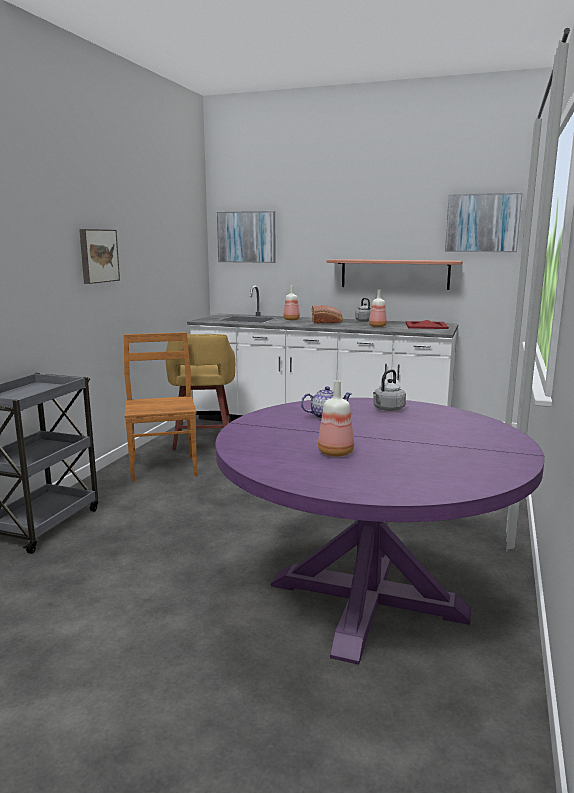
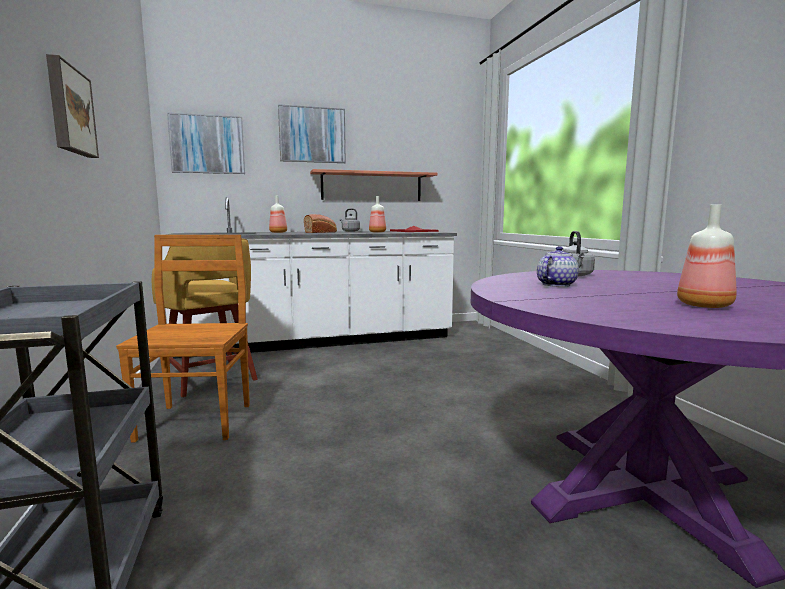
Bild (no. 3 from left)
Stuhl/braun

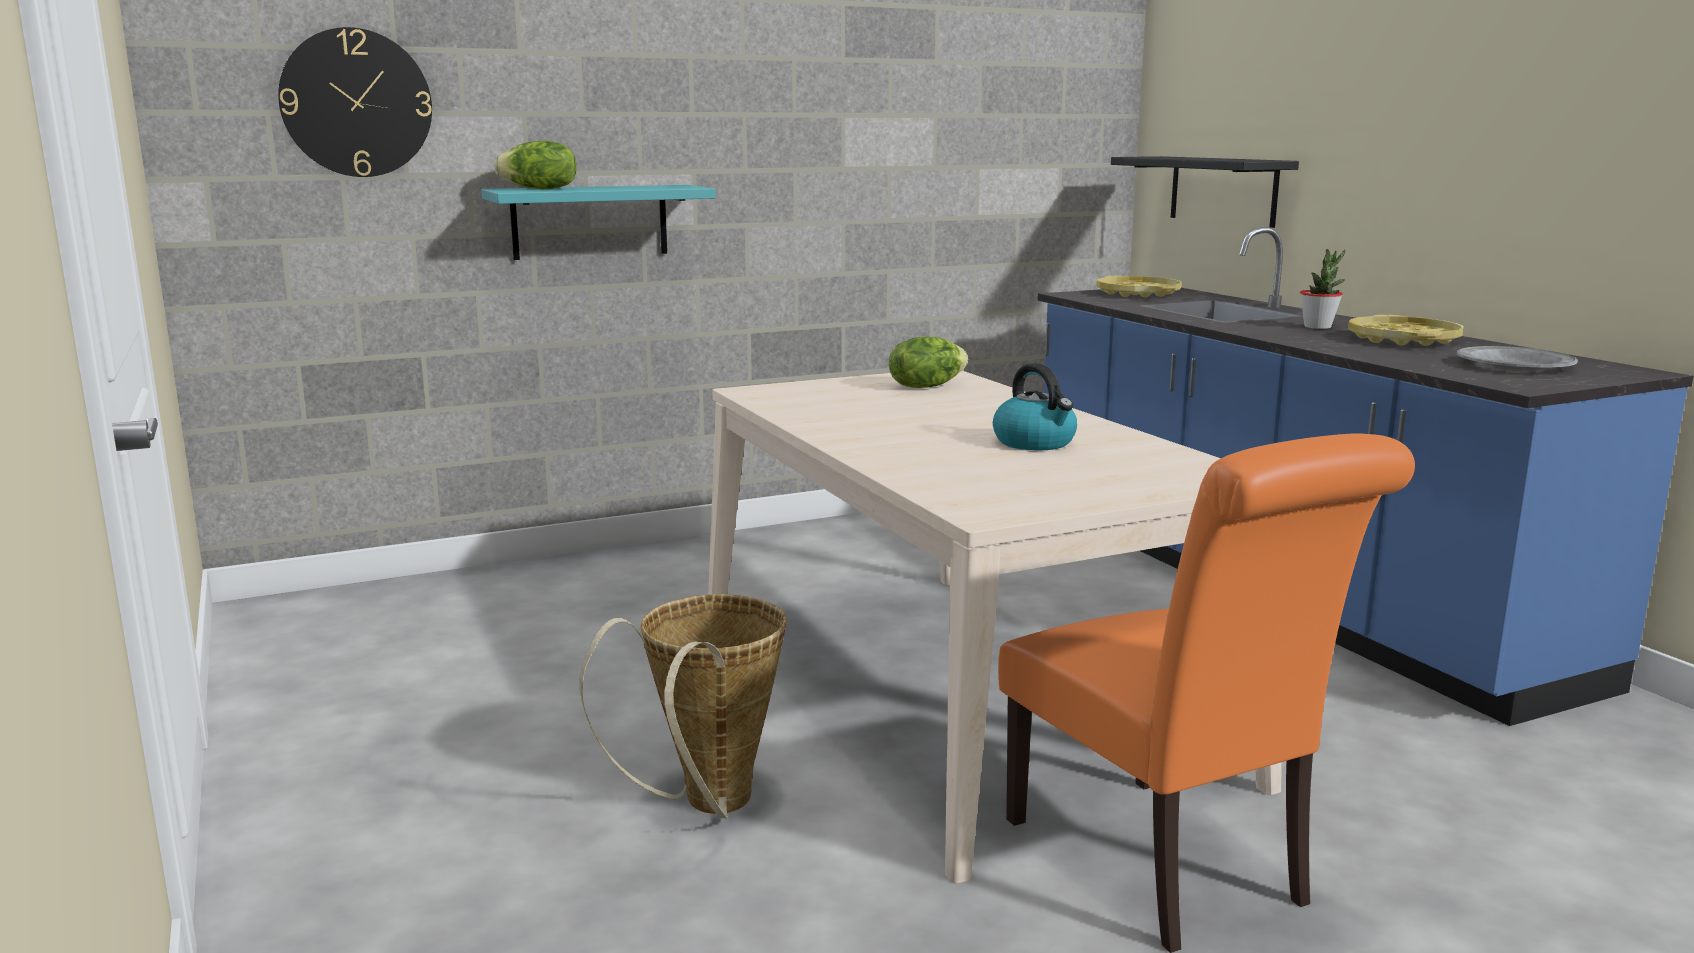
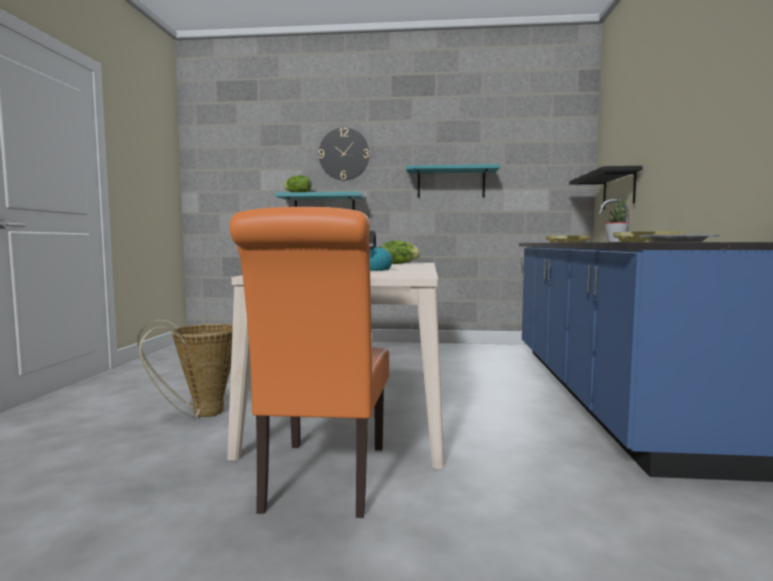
Wandregal/türkis (no. 2 from left)
Wanduhr

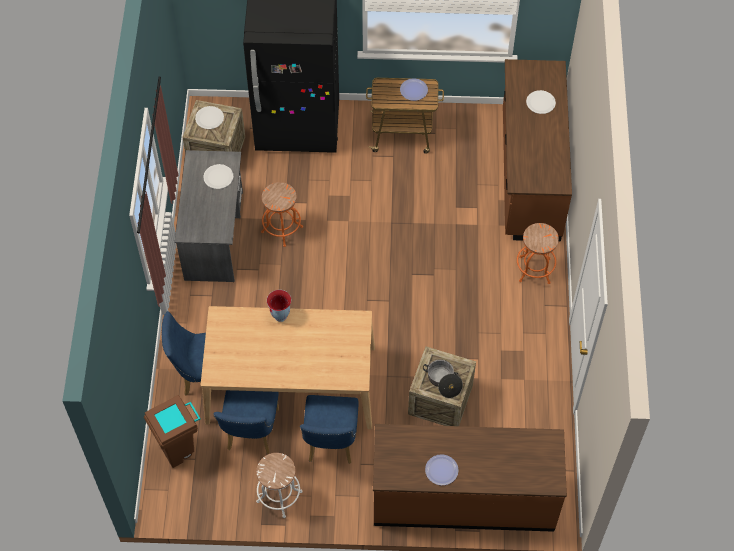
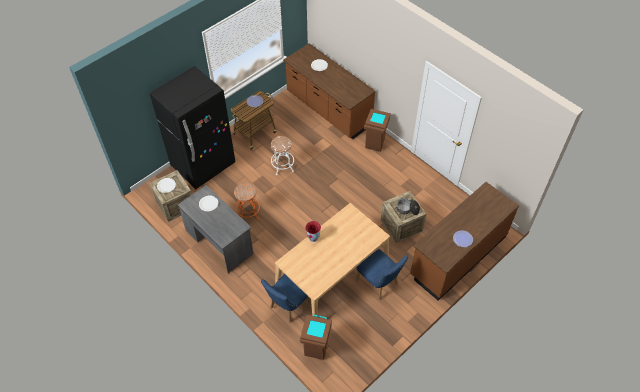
Stuhl/blau (no. 2 from left in the first image)
Hocker/weiß
Mülleimer/braun (no. 2 from left)

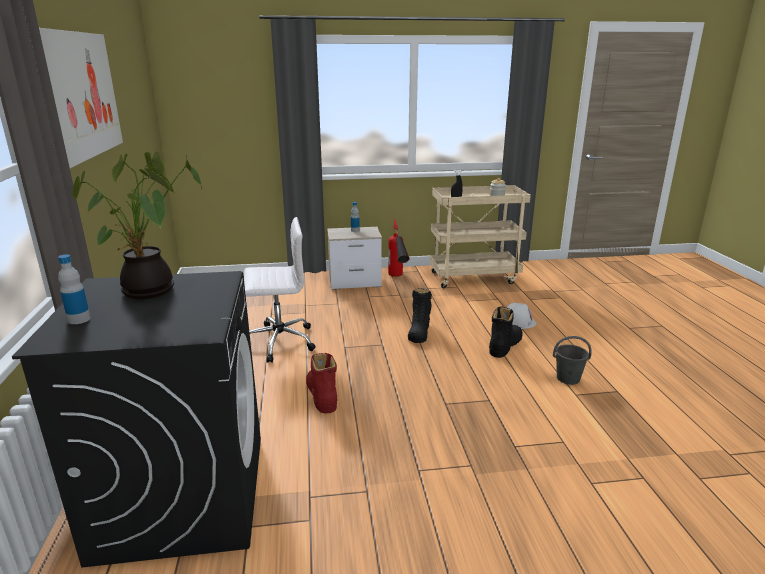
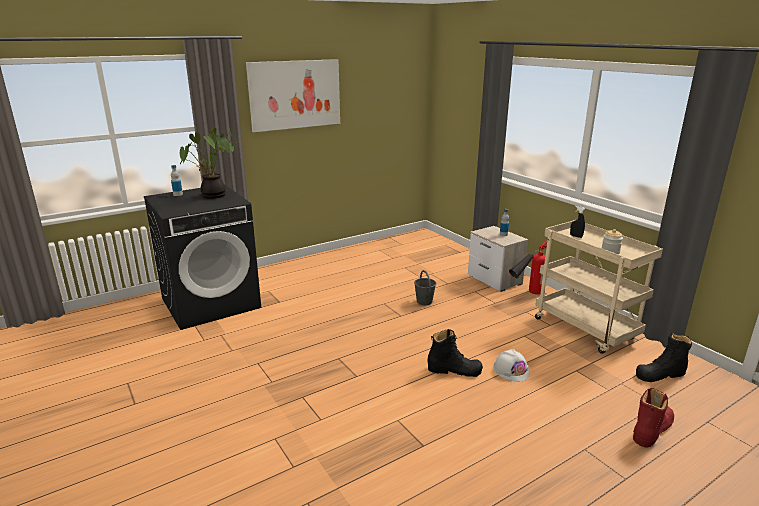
Bürostuhl/weiß
Stiefel/rot
Stiefel/schwarz (no. 2 from left)
Eimer/grau

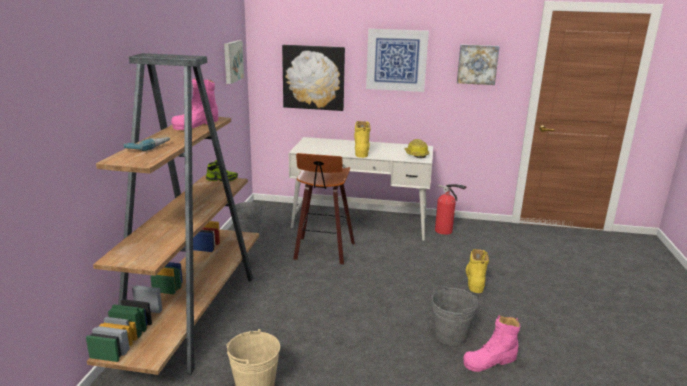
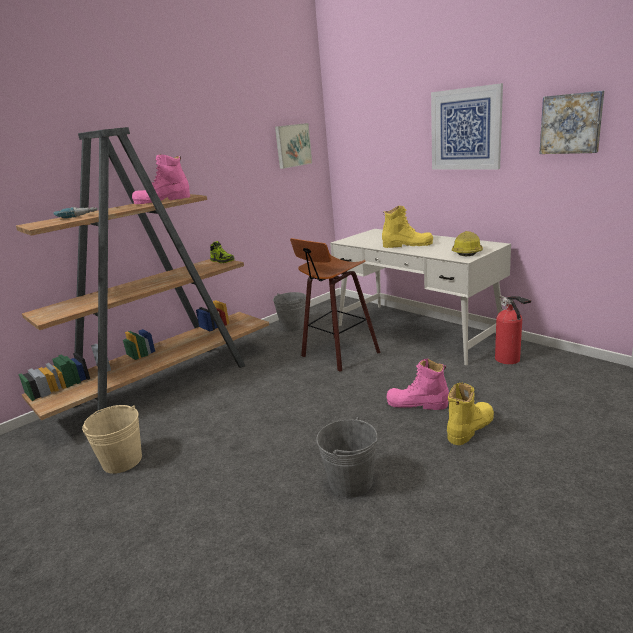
Bild (no. 2 from left in the first image)
Stiefel/rosa (no. 2 from left)
Stiefel/gelb (no. 1 from left)

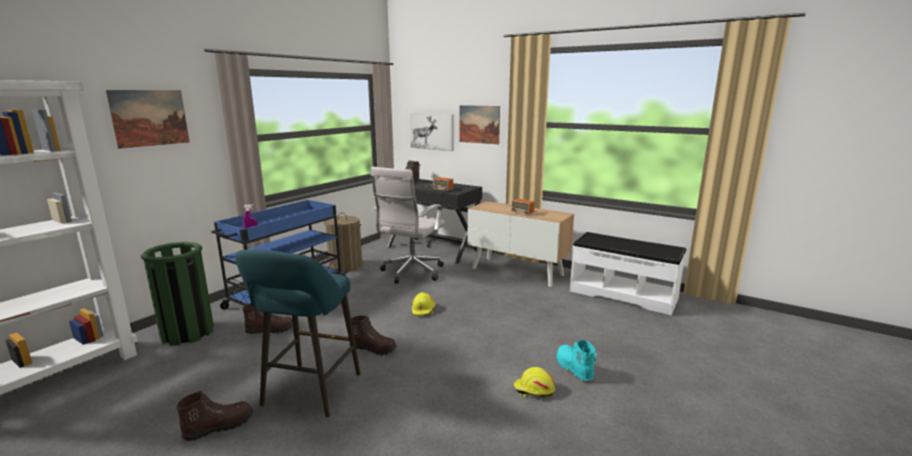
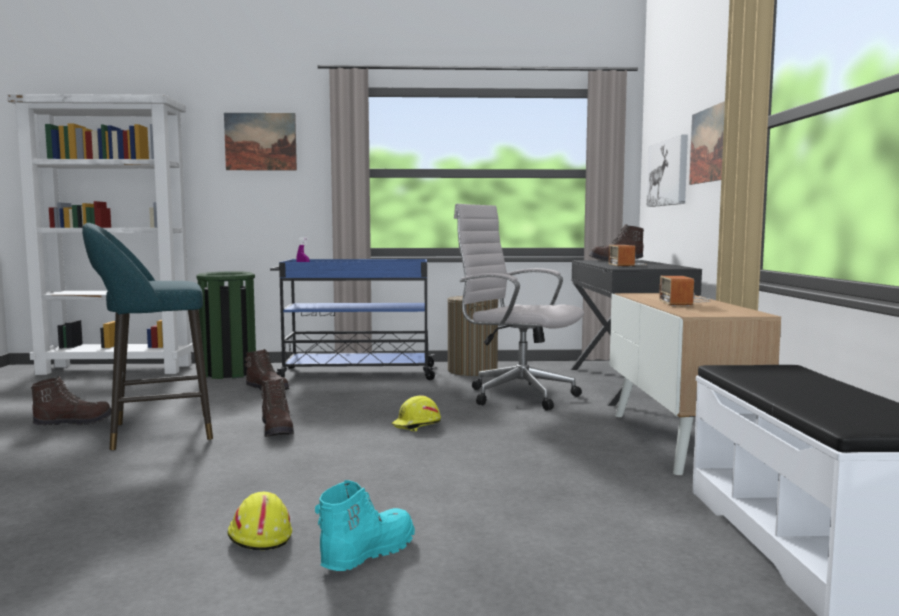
Stiefel/braun (no. 1 from left)
Bürostuhl/weiß

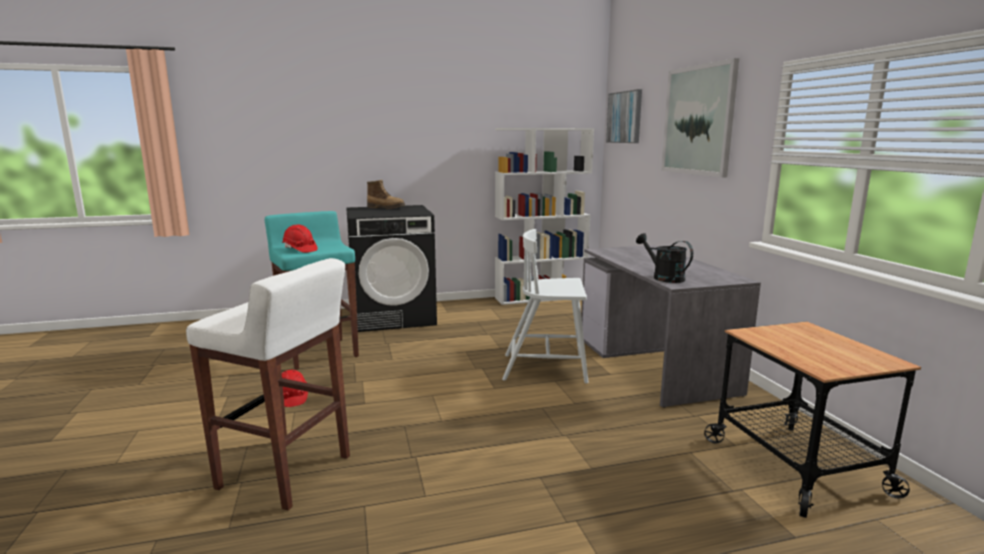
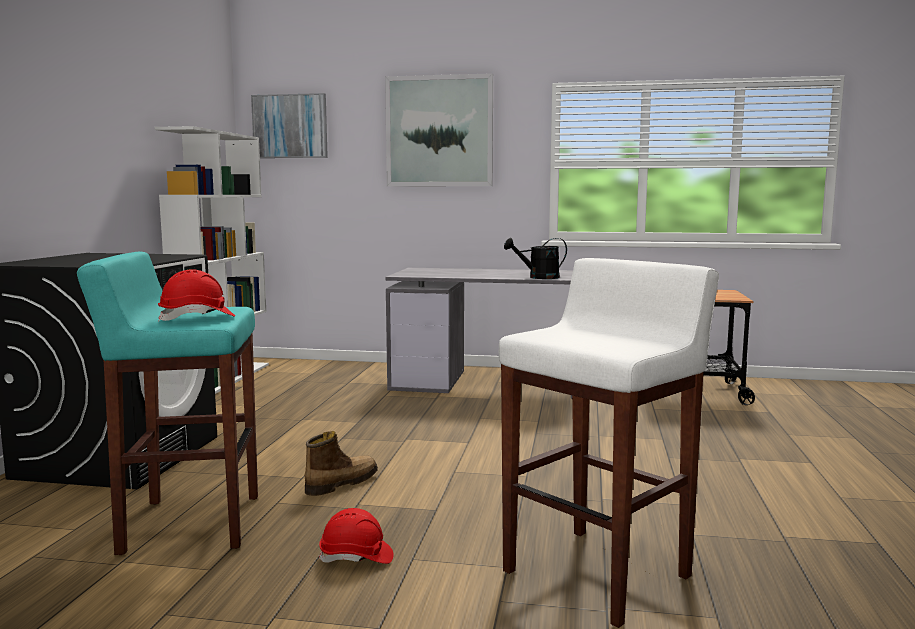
Stuhl/weiß
Stiefel

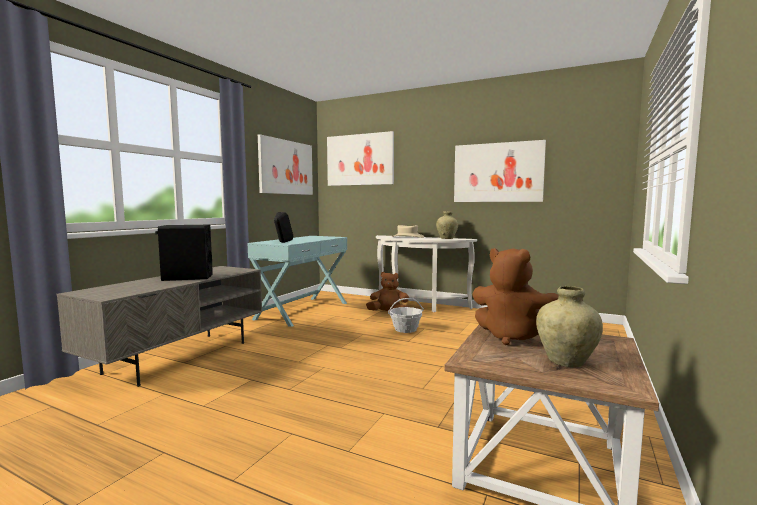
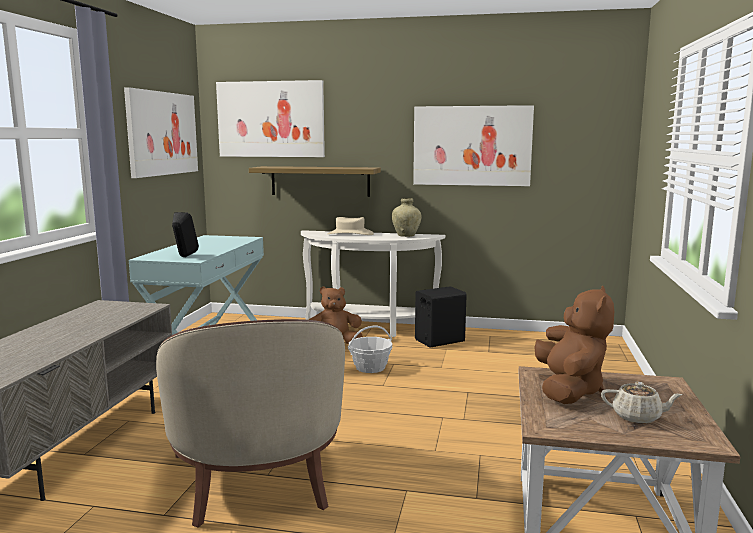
Sessel/beige
Wandregal
Lautsprecher/schwarz (no. 2 from left)
Teekanne/beige
Plüschtier/braun (no. 2 from left)

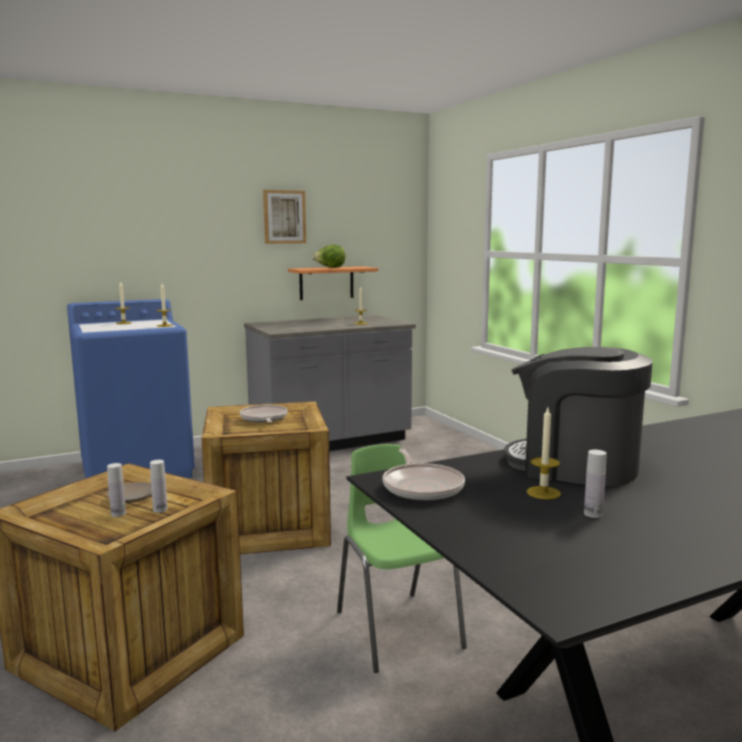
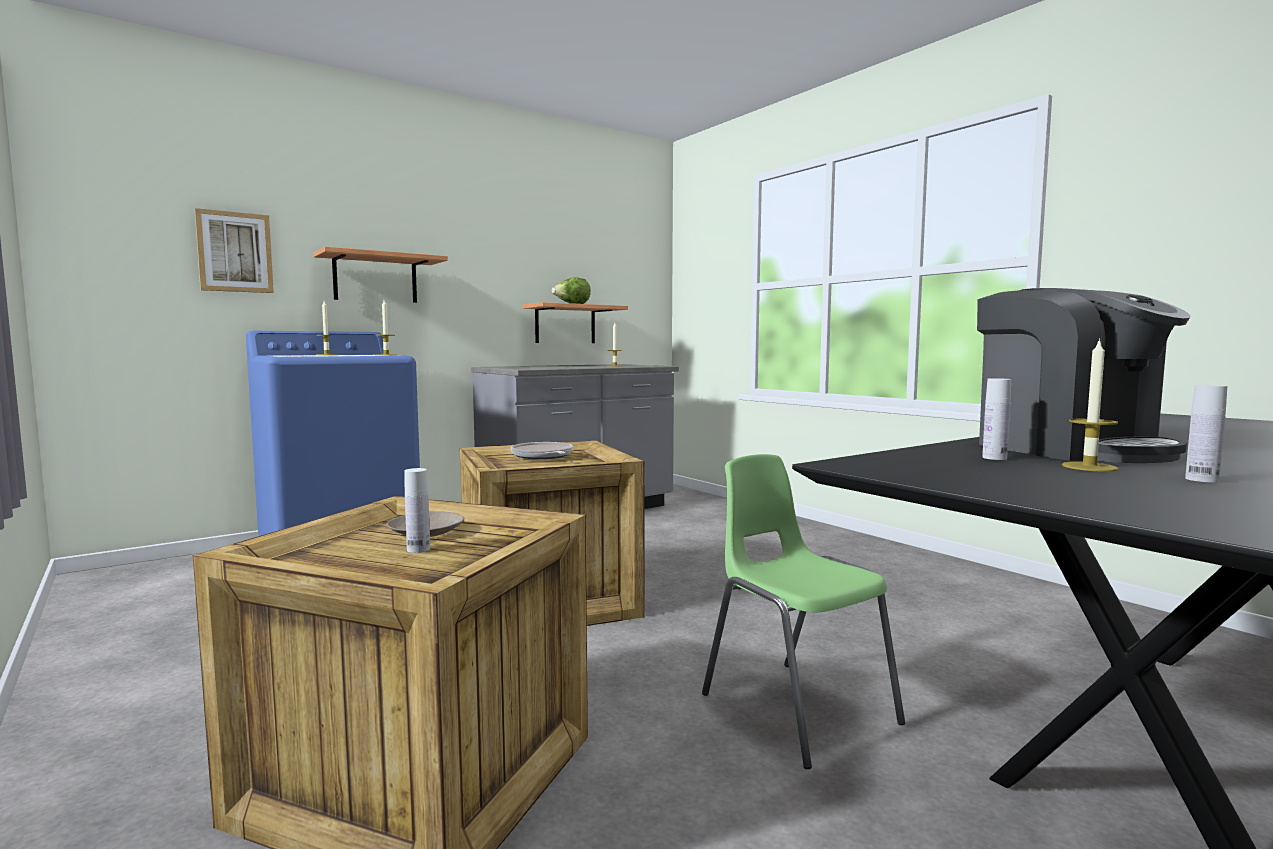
Pfanne (no. 2 from left in the first image)
Wandregal (no. 1 from left)
Flasche/weiß (no. 2 from left)
Bild
Kaffeemaschine

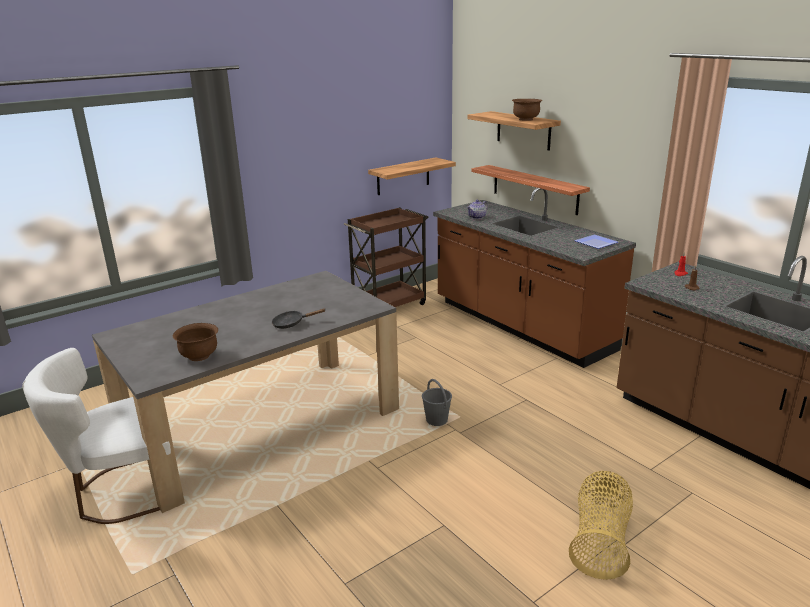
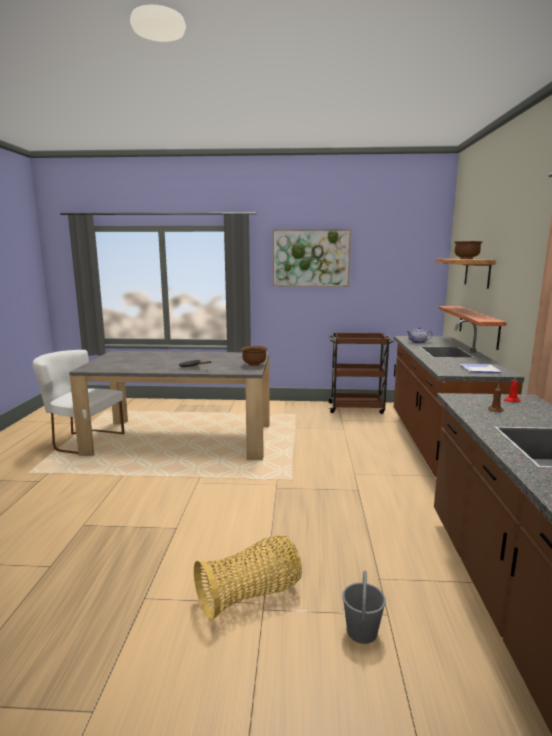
Wandregal (no. 1 from left in the first image)
Bild
Schüssel/braun (no. 1 from left)
Eimer/grau

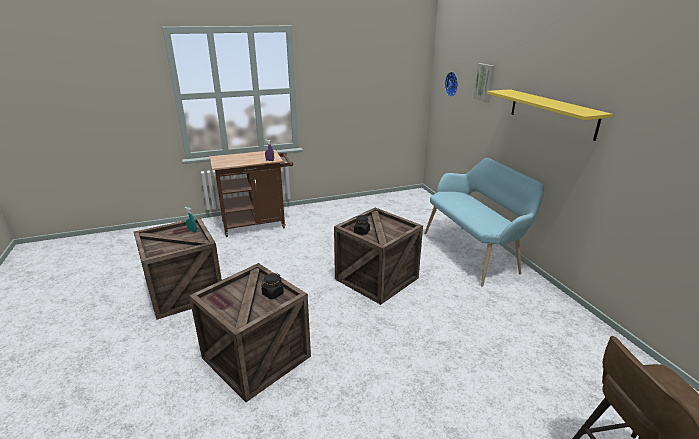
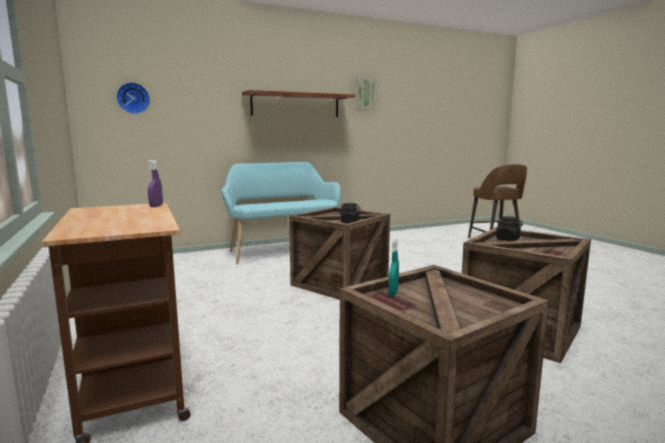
Bild
Wandregal/braun

